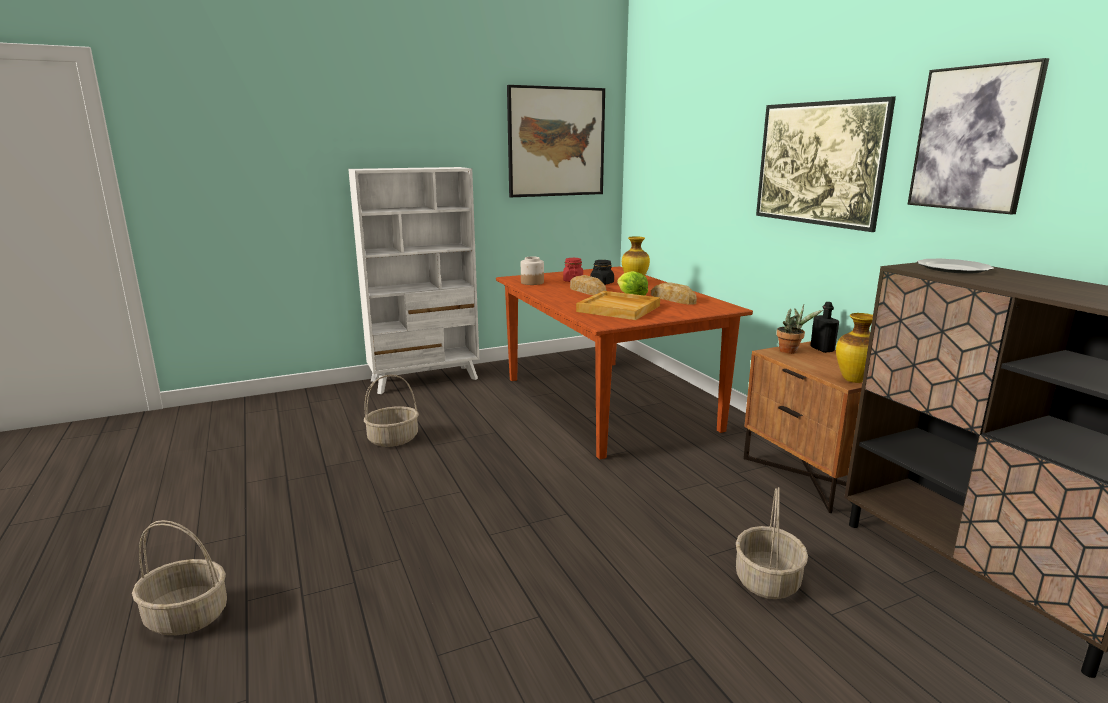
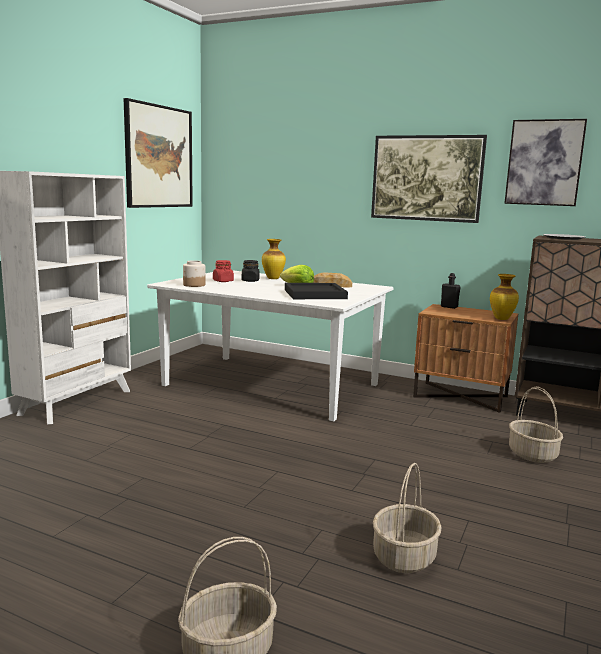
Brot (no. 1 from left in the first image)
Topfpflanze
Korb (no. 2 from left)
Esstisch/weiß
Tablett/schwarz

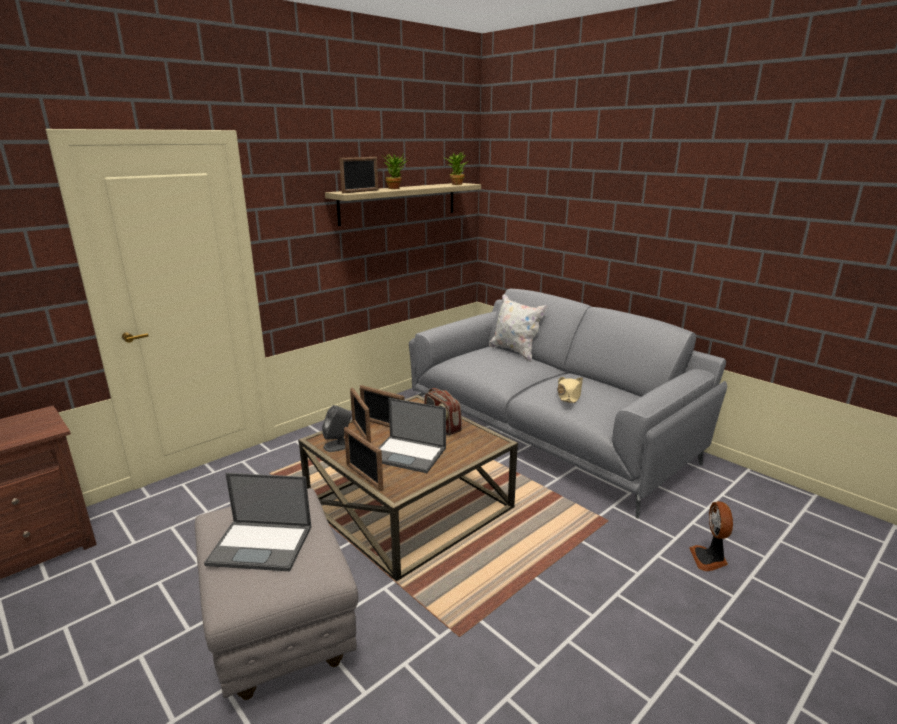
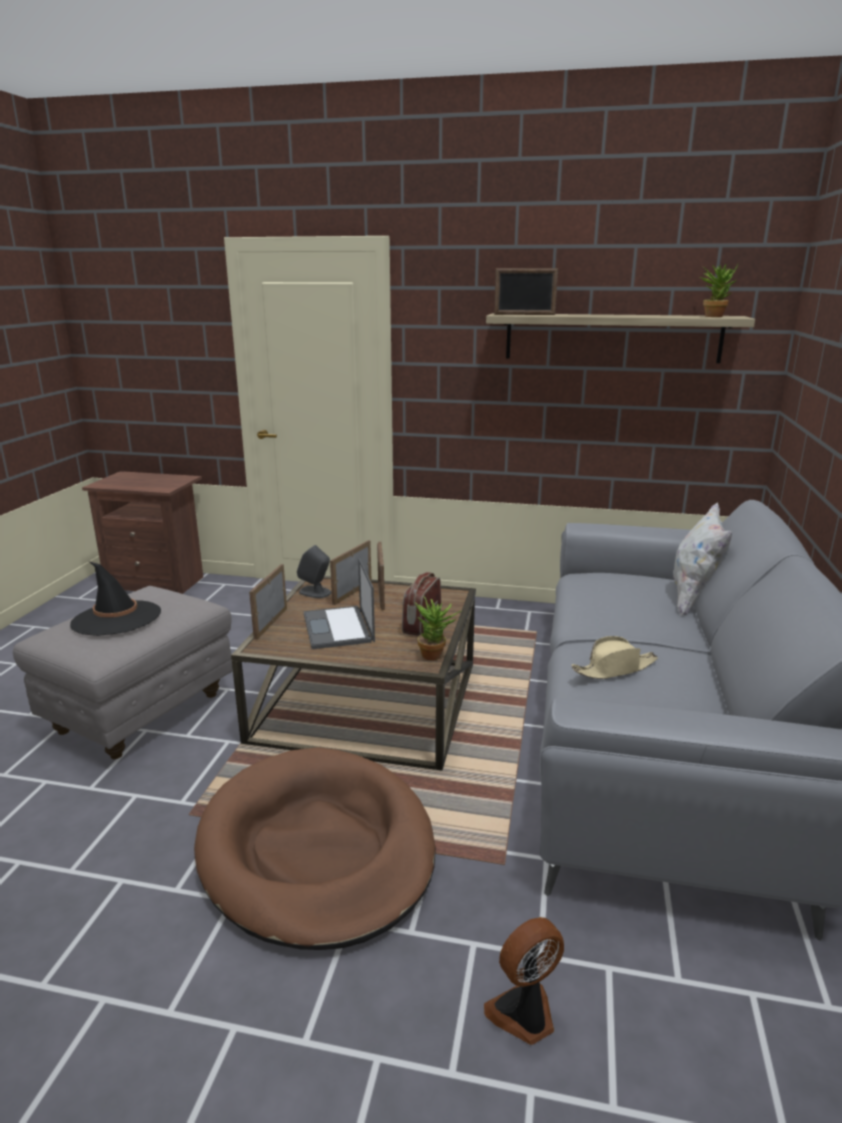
Hundebett/braun
Topfpflanze (no. 1 from left)
Hut/schwarz

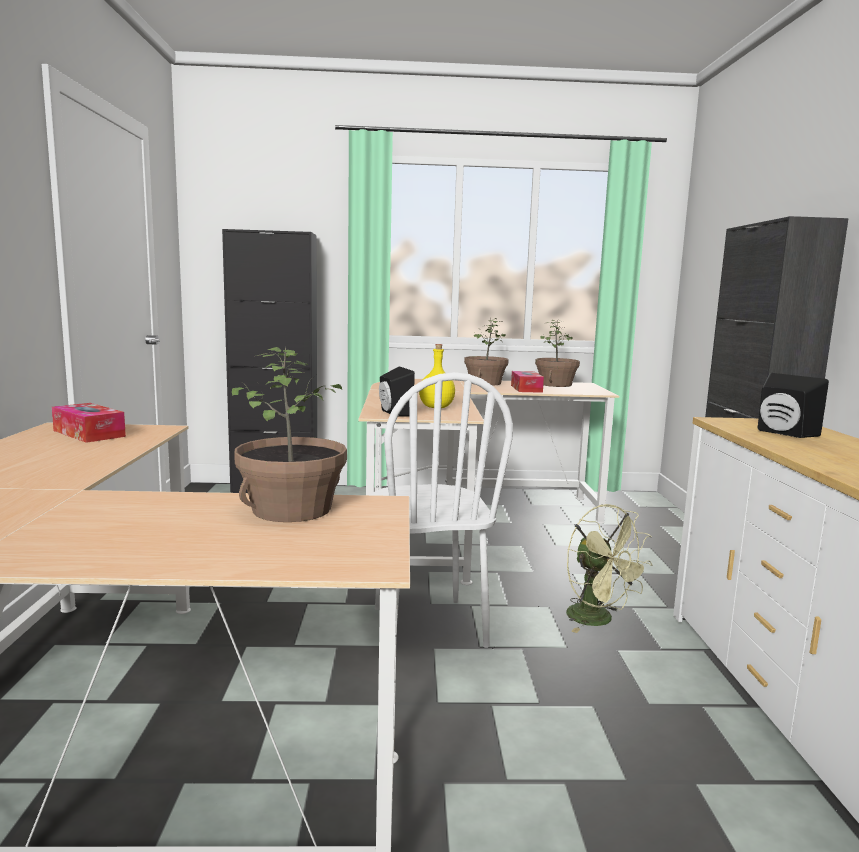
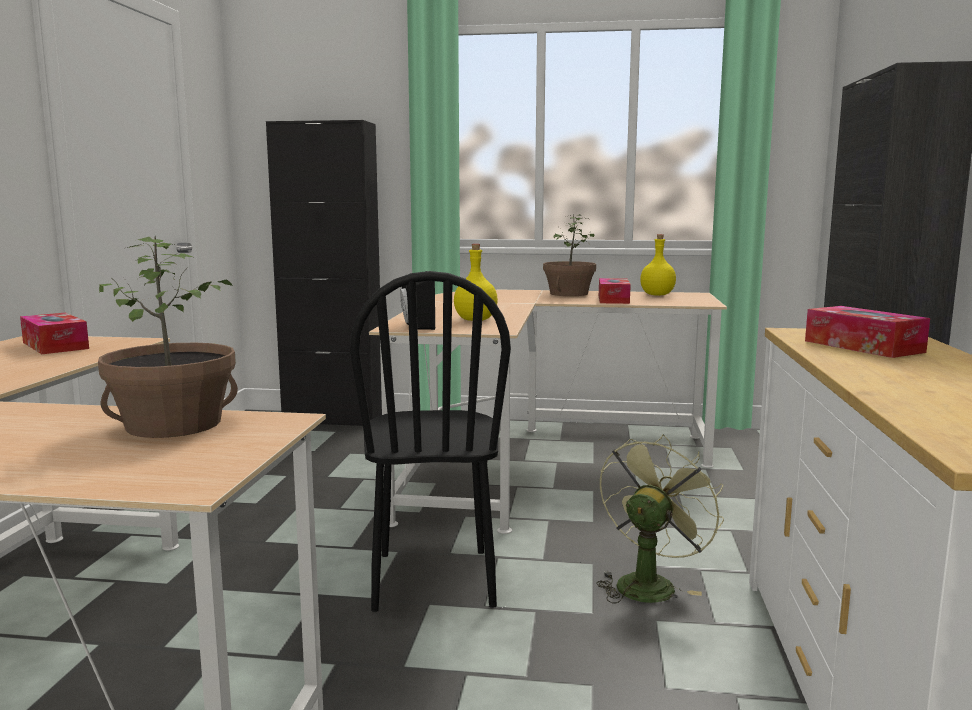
Flasche/gelb (no. 2 from left)
Taschentuchbox (no. 3 from left)
Stuhl/schwarz
Ventilator/grün

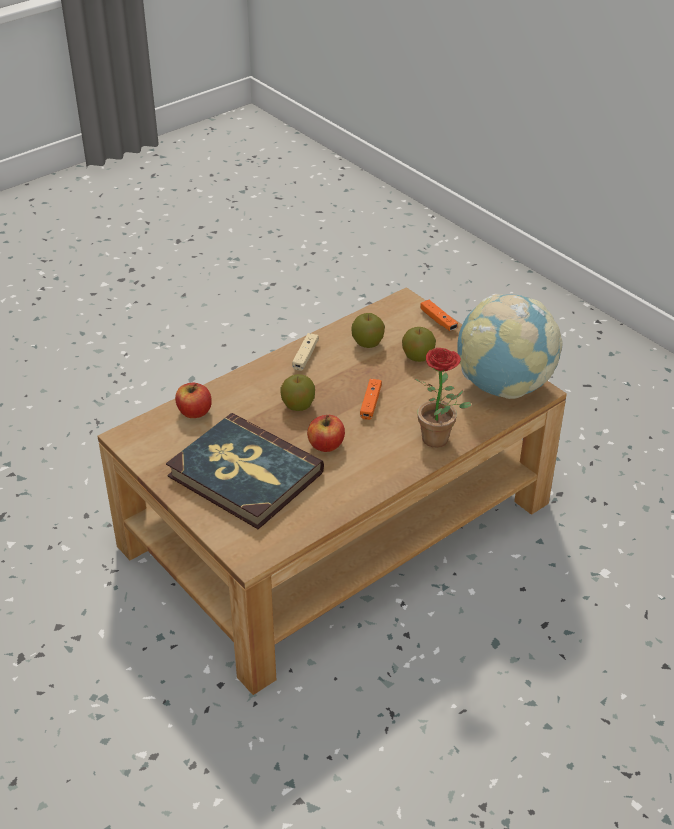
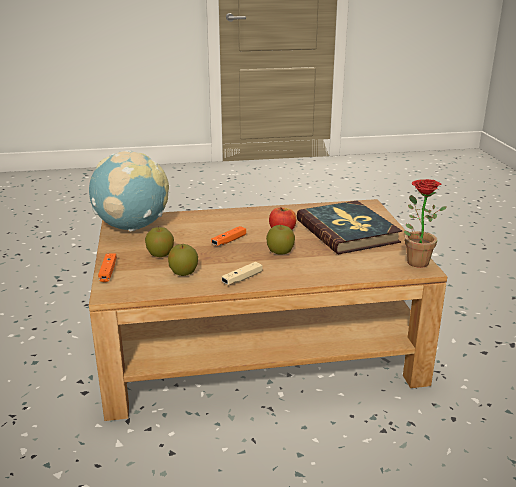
Apfel (no. 1 from left in the first image)
Topfpflanze

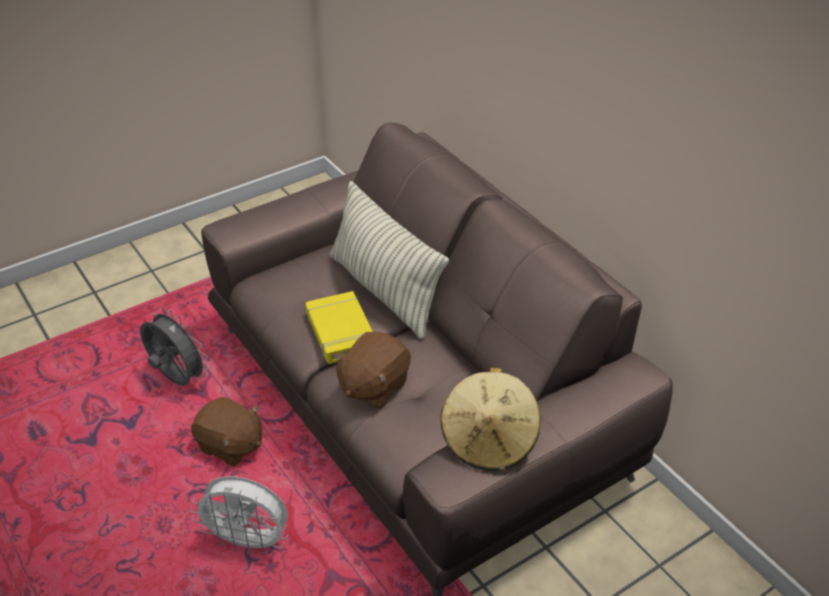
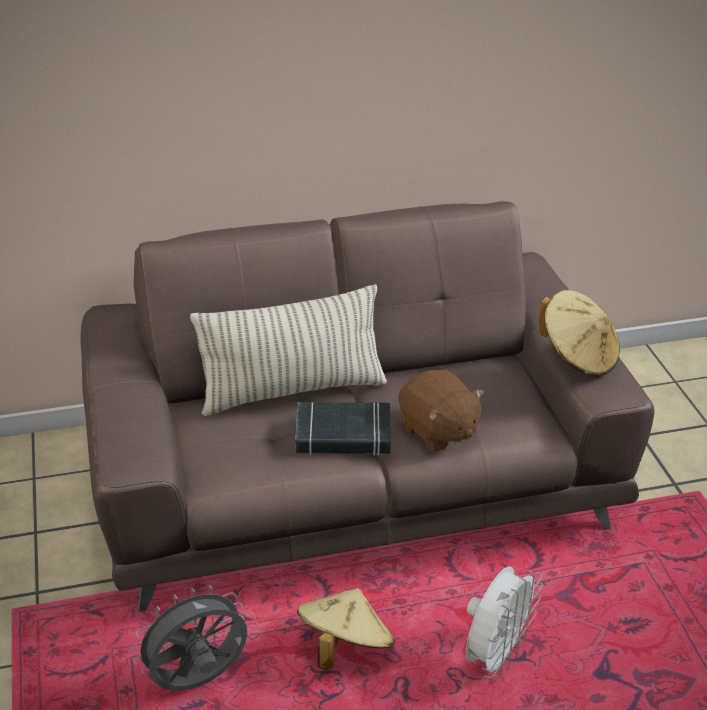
Hut/beige (no. 1 from left)
Buch/schwarz

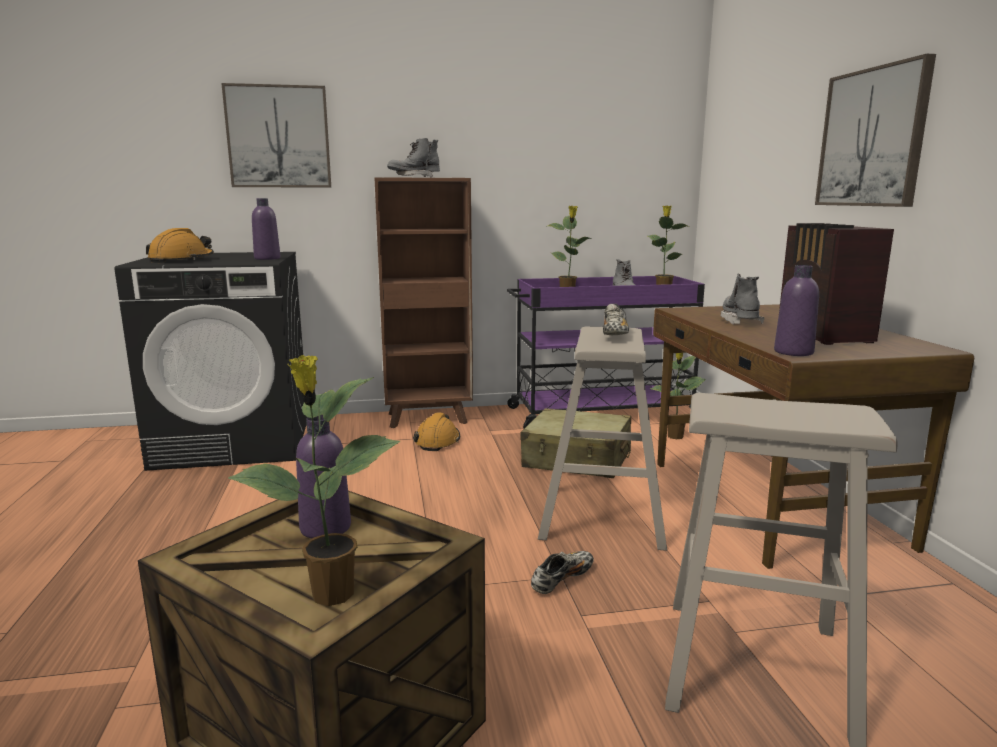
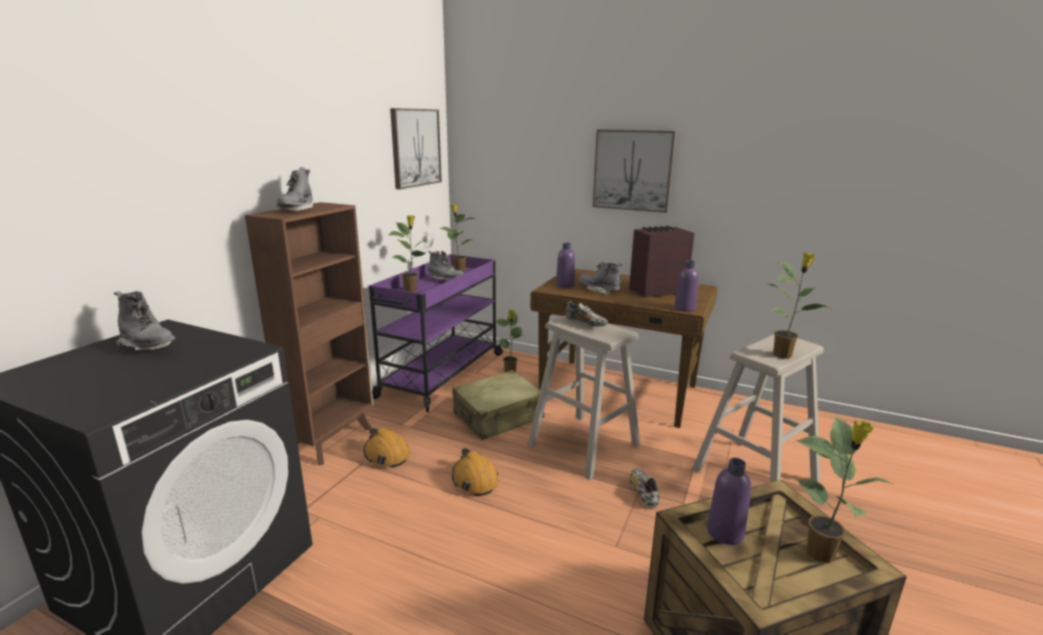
Stiefel/grau (no. 1 from left)
Topfpflanze (no. 4 from left)
Schutzhelm/orange (no. 2 from left)
Bild (no. 1 from left)
Flasche/lila (no. 1 from left)
Radio

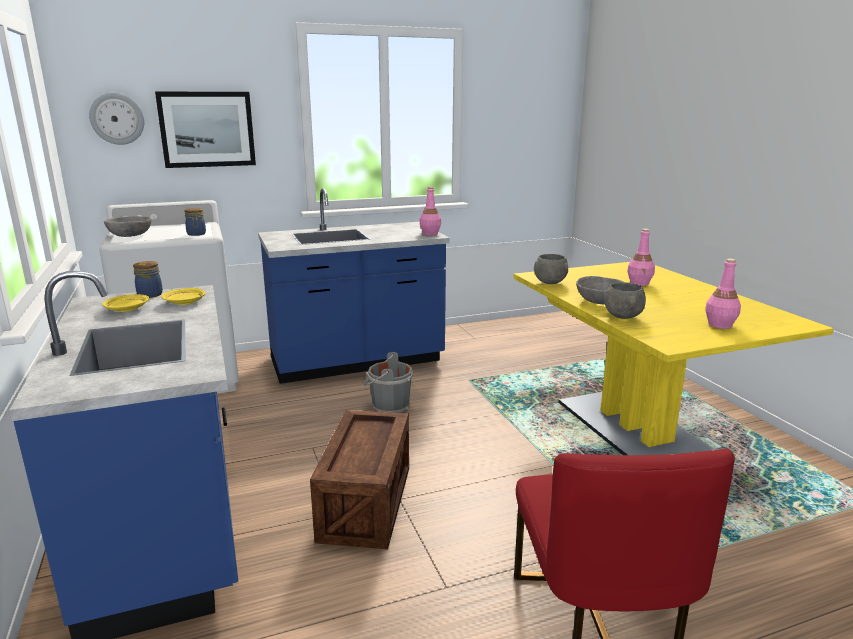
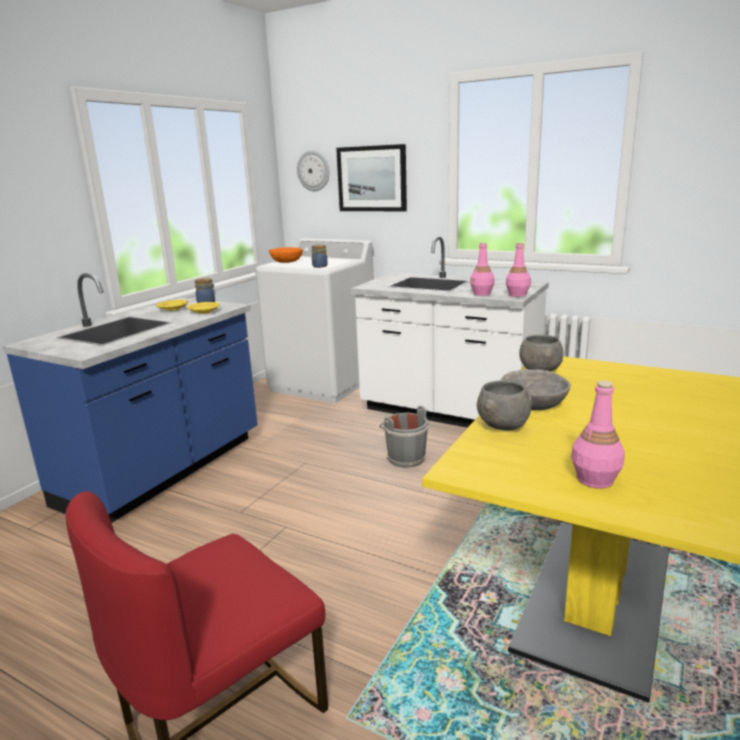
Kiste
Flasche/rosa (no. 1 from left)
Schüssel/orange
Küchenzeile/weiß

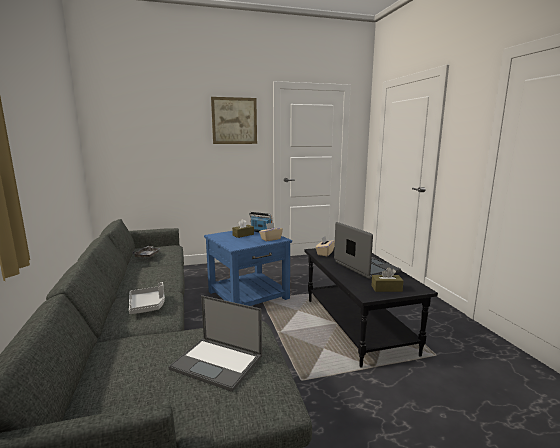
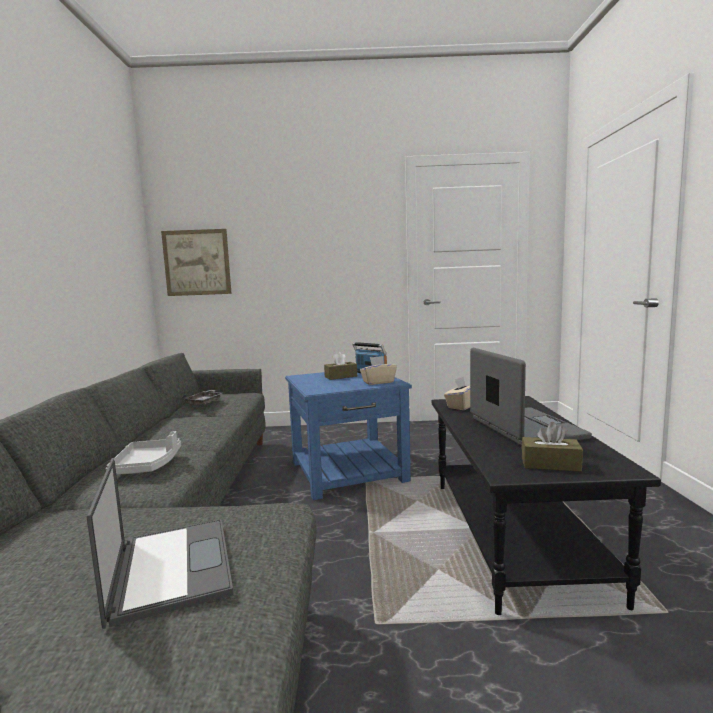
Bild
Laptop (no. 1 from left)

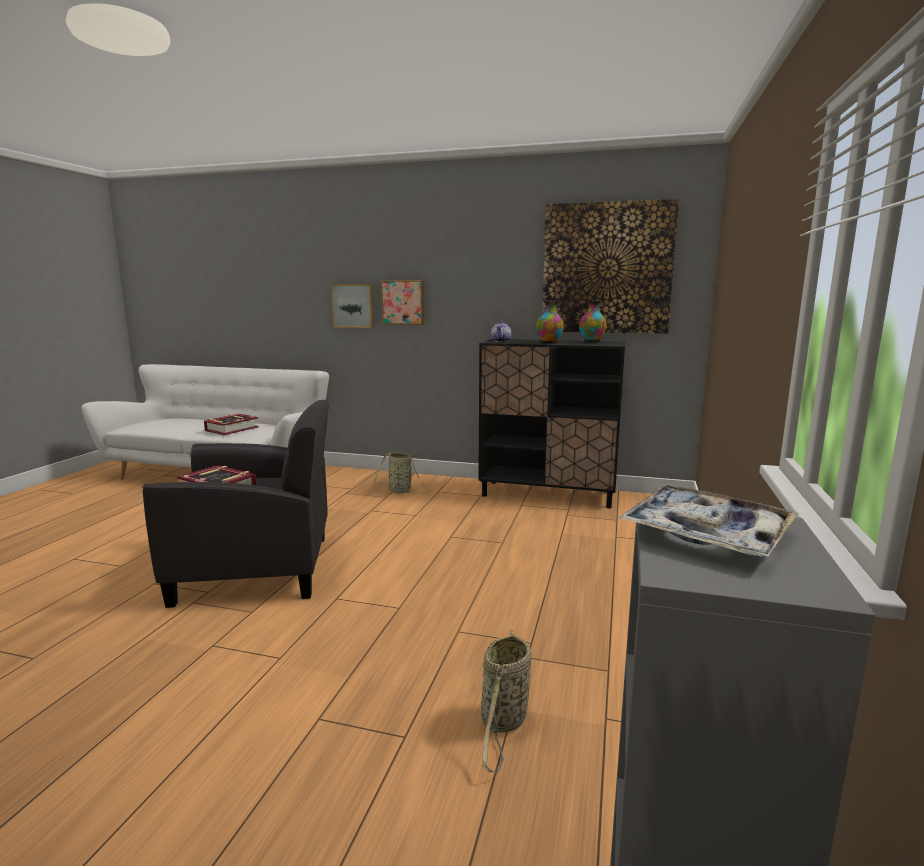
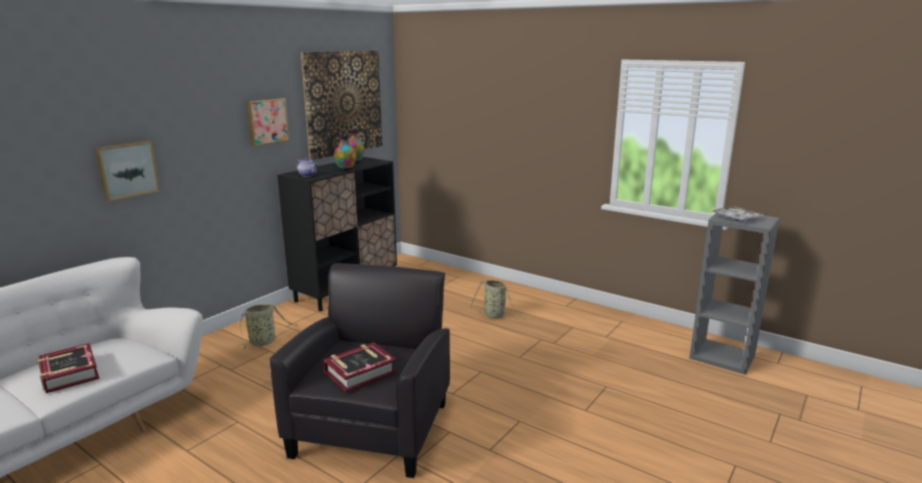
Bild (no. 2 from left)
Korb (no. 2 from left)

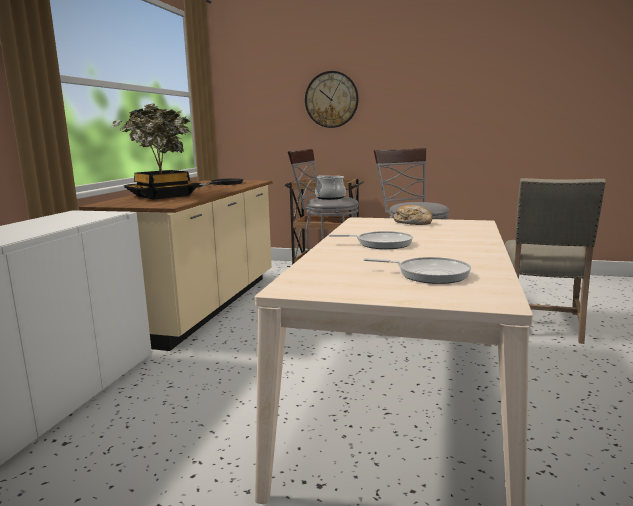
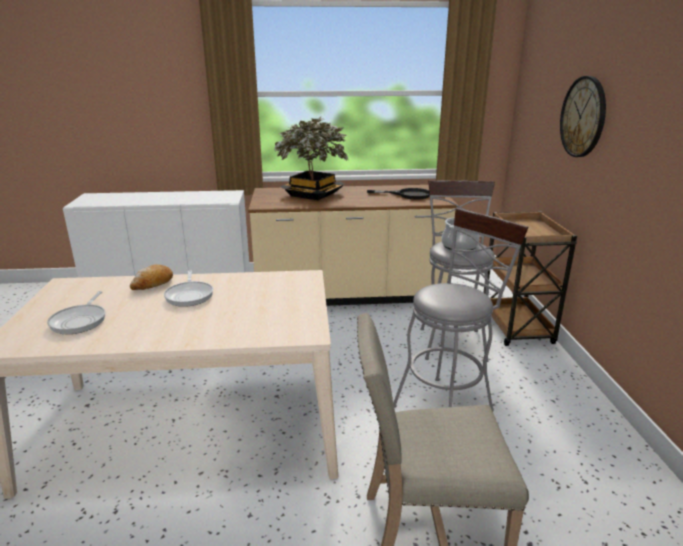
Brot

